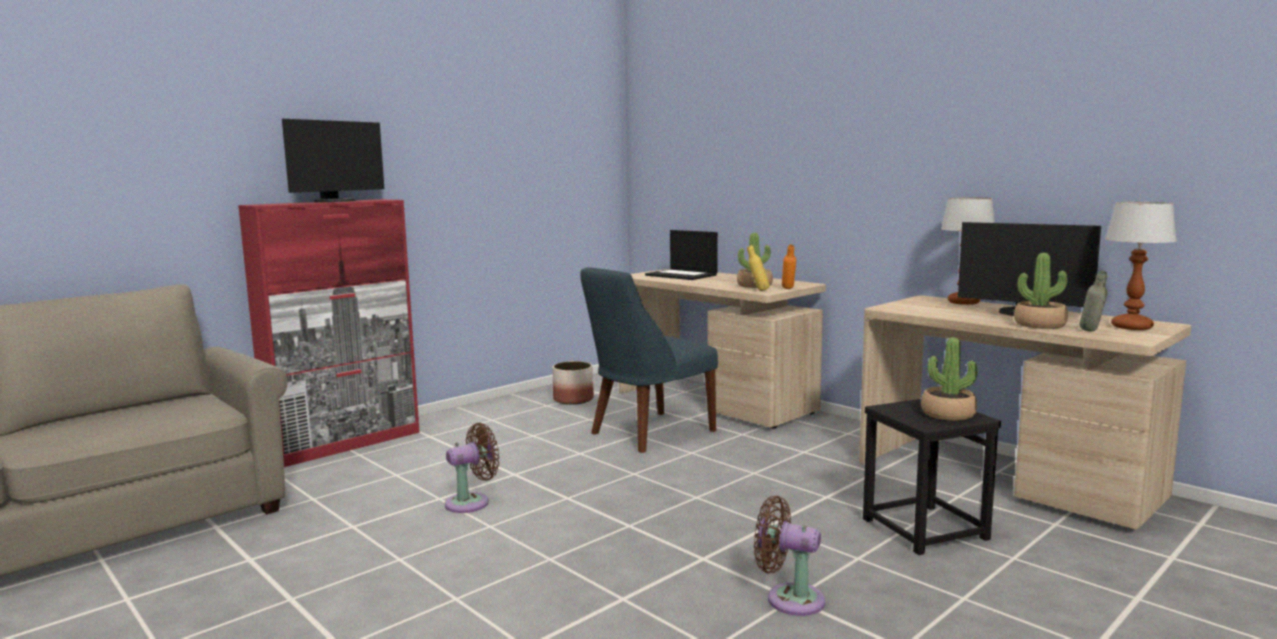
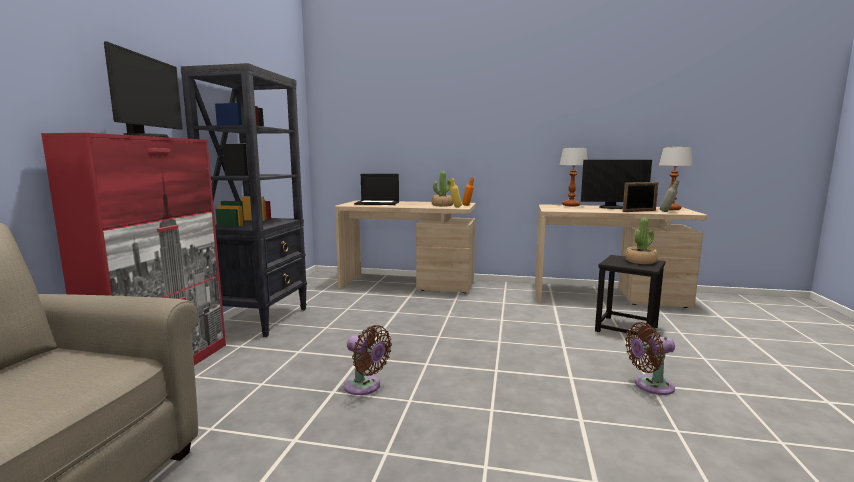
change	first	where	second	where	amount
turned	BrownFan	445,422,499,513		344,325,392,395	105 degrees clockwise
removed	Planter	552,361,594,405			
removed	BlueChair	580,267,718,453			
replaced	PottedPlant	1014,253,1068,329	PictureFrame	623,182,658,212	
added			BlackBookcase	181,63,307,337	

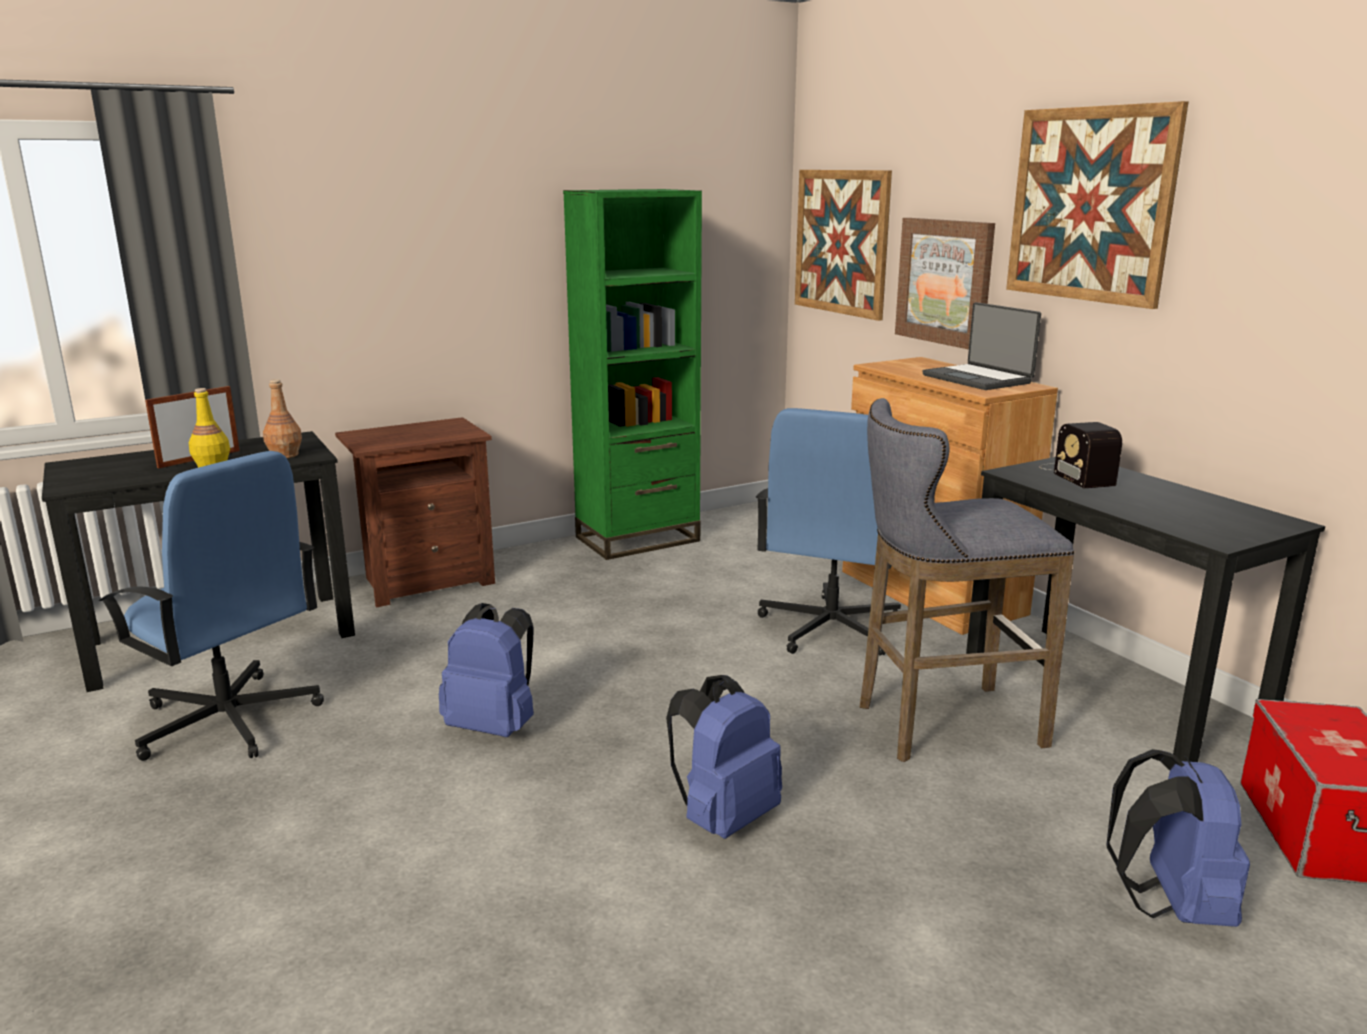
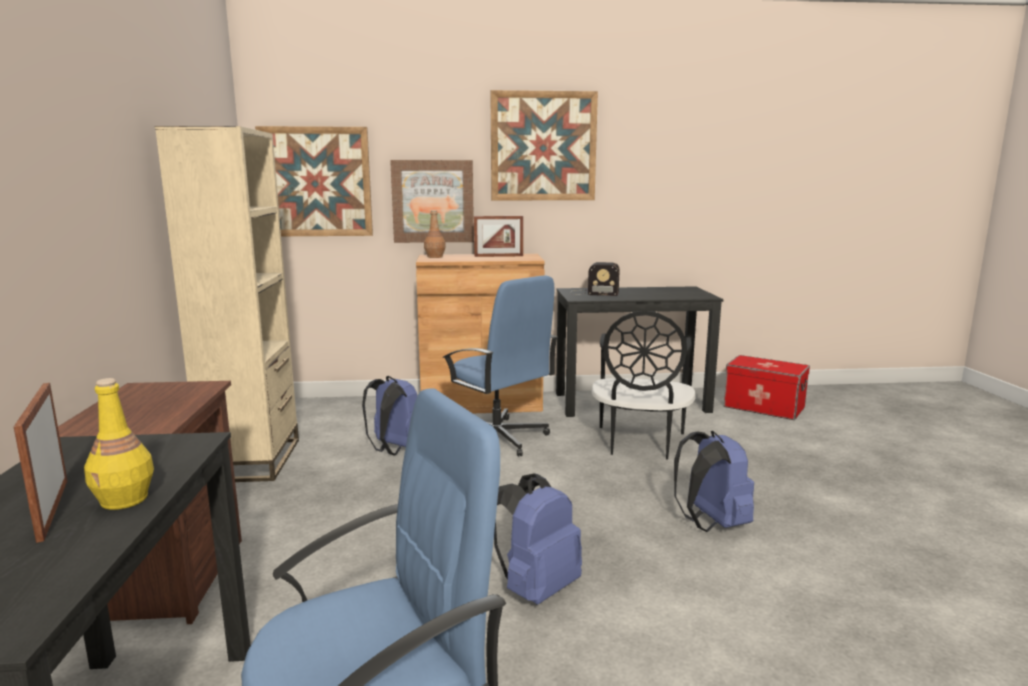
change	first	where	second	where	amount
moved	BrownBottle	263,379,302,458		424,210,446,258	
recoloured	GreenBookcase	563,189,702,560	BeigeBookcase	155,126,299,482	
replaced	GreyStool	860,398,1075,762	BlackChair	592,311,696,459	
replaced	Laptop	923,302,1041,390	PictureFrame	474,216,523,257	
moved	BlueBackpack	1106,749,1250,927		362,376,417,456	

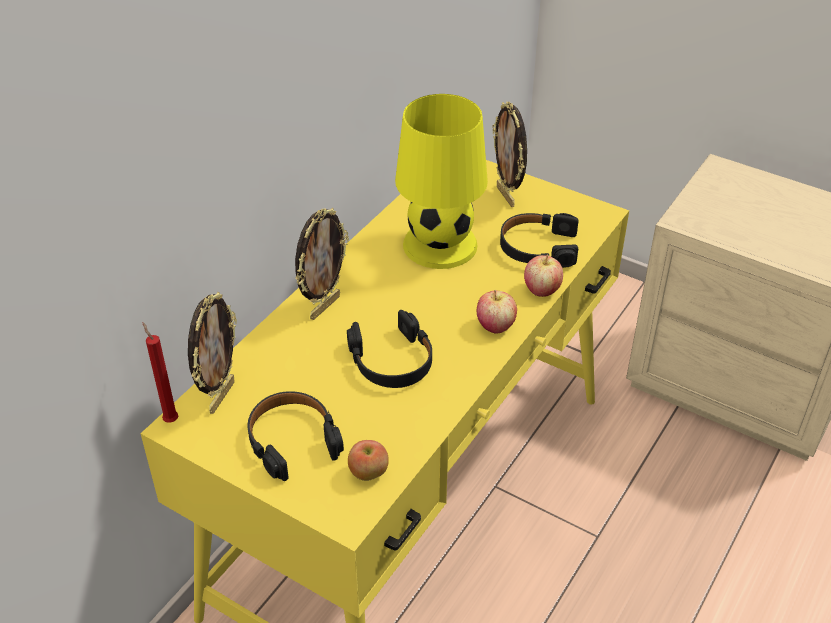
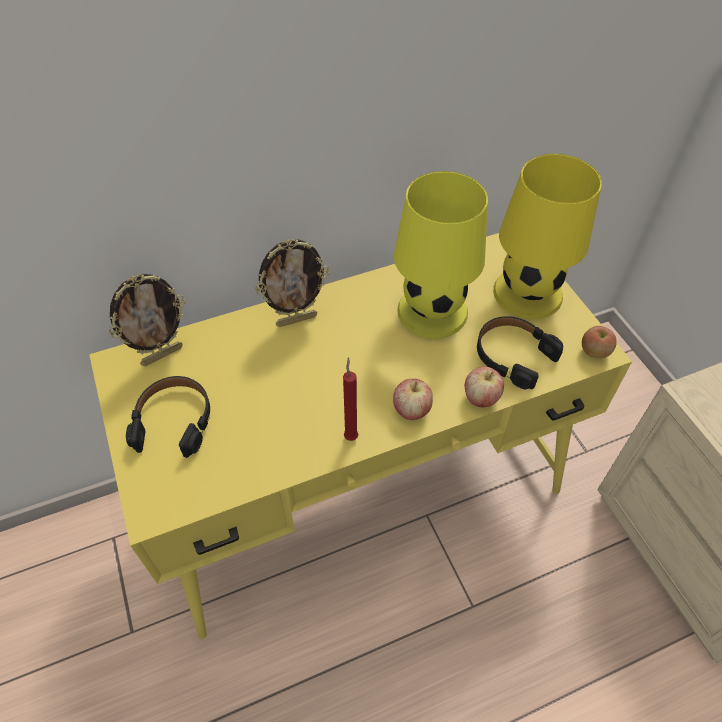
change	first	where	second	where	amount
moved	RedCandle	143,322,178,423		343,357,358,441	
removed	BlackHeadphones	347,310,432,388			
moved	Apple	348,440,389,481		582,326,617,358	
replaced	PictureFrame	493,102,527,207	YellowTableLamp	493,154,602,319	

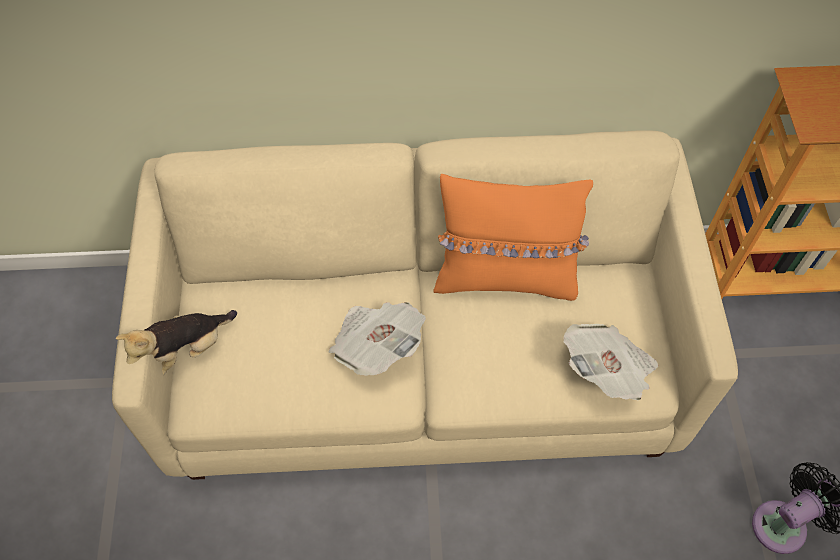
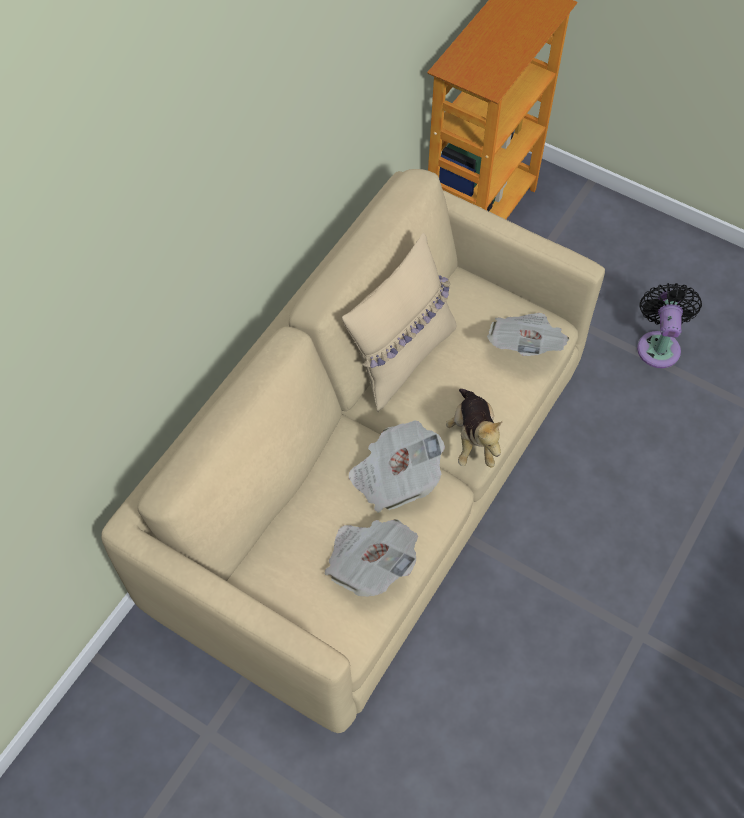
change	first	where	second	where	amount
moved	PlushToy	116,310,237,375		446,389,503,468	
recoloured	OrangePillow	434,174,593,301	BeigePillow	342,233,457,412	
added			Newspaper	324,519,418,597	

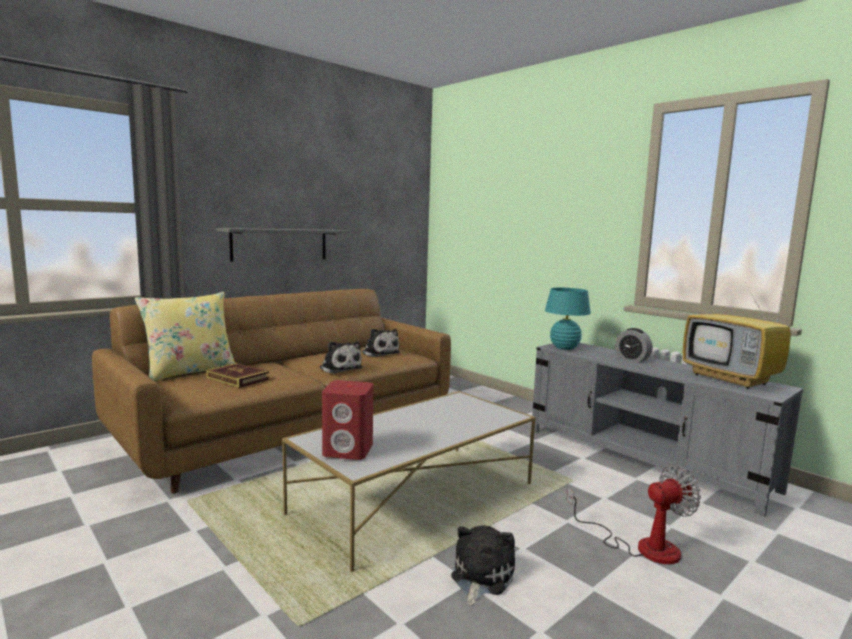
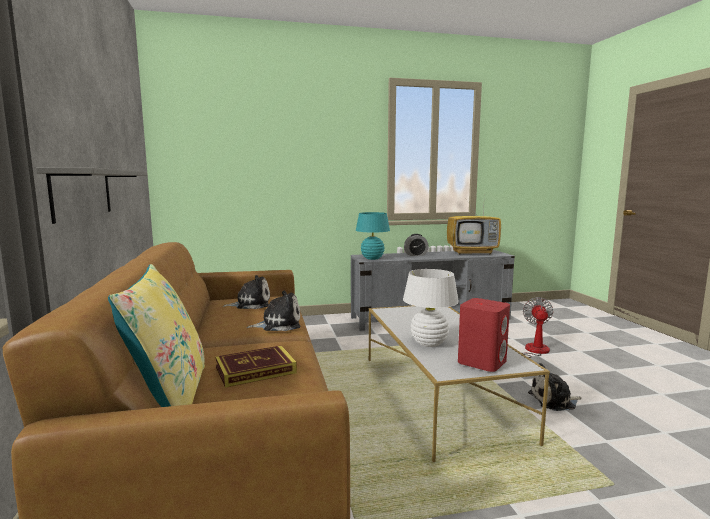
change	first	where	second	where	amount
turned	PlushToy	451,525,515,606		528,363,582,411	60 degrees counterclockwise
added			WhiteTableLamp	403,269,459,347	

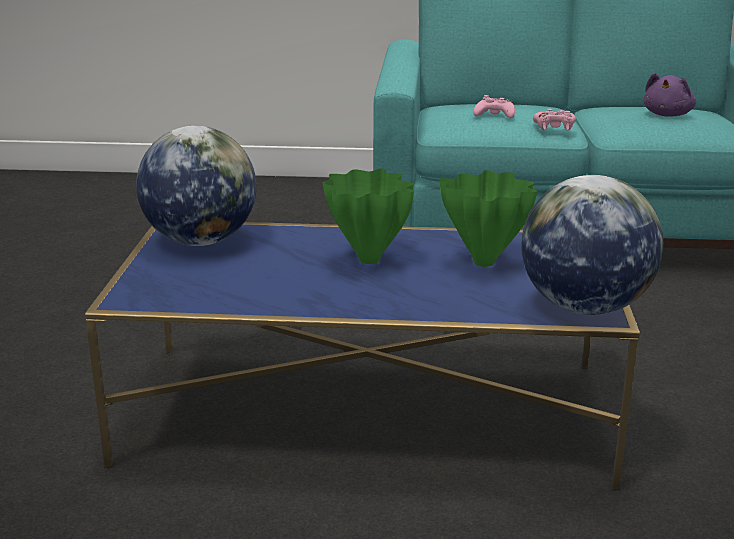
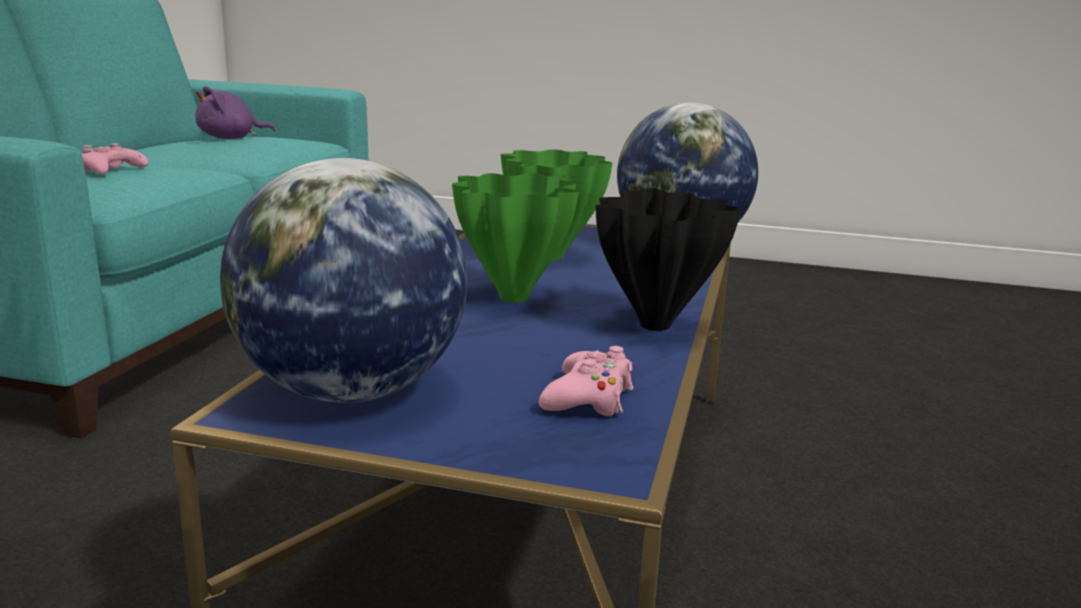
change	first	where	second	where	amount
moved	PinkGameController	533,109,576,131		539,346,633,416	
turned	PurplePlushToy	644,73,696,117		195,86,275,139	105 degrees clockwise
added			BlackVase	595,188,741,331	

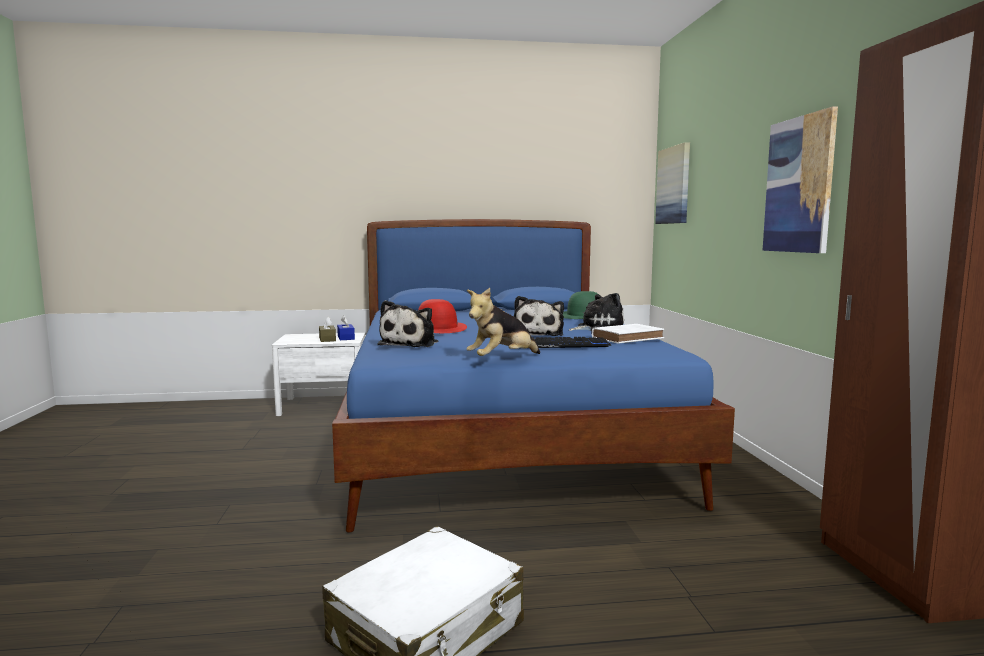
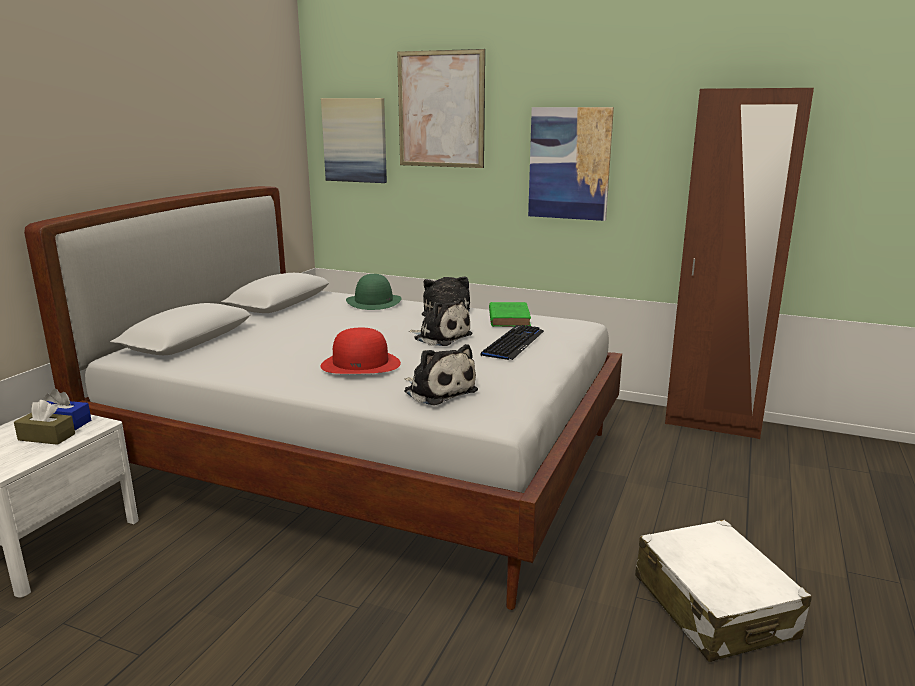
change	first	where	second	where	amount
recoloured	BlueBed	332,219,735,533	WhiteBed	24,186,622,610	
removed	PlushToy	467,288,540,356			
recoloured	WhiteBook	592,324,664,344	GreenBook	489,302,531,327	
added			Picture	397,49,485,168	

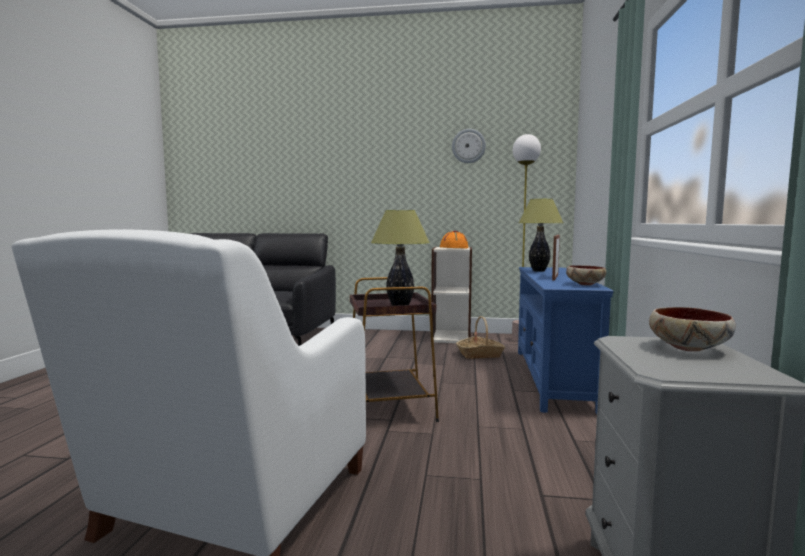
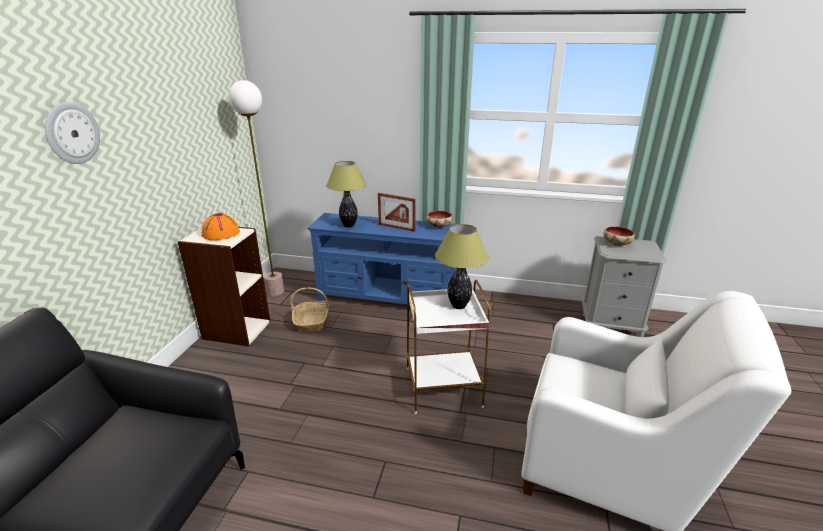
change	first	where	second	where	amount
recoloured	BrownSideTable	350,277,439,422	WhiteSideTable	407,280,490,414	
moved	WallClock	452,129,486,163		45,102,100,164	

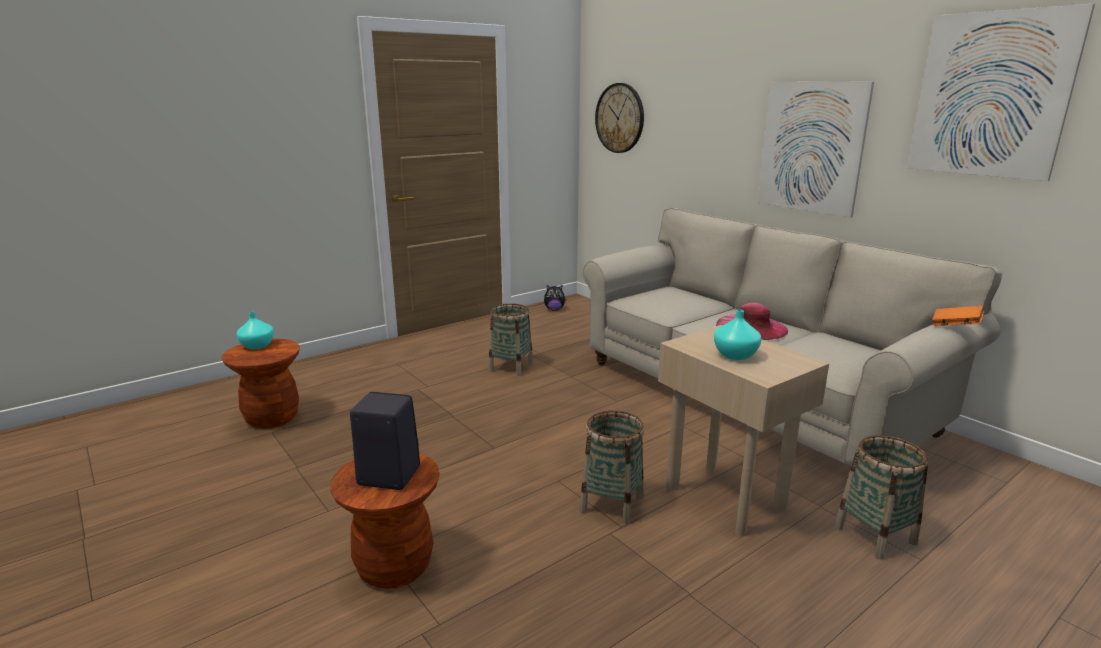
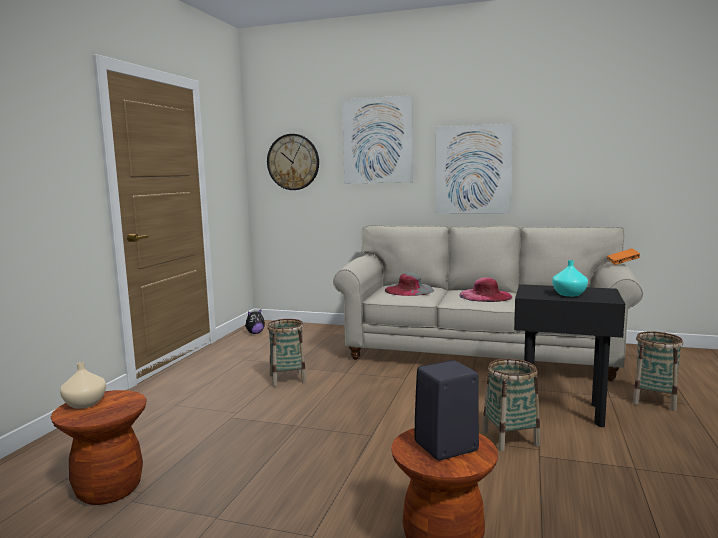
change	first	where	second	where	amount
recoloured	TurquoiseVase	237,312,274,349	BeigeVase	60,362,106,409	
recoloured	BeigeSideTable	658,325,829,536	BlackSideTable	514,284,625,427	
moved	Picture	908,4,1095,181		342,95,413,183	
added			GreyHat	385,272,434,296	

